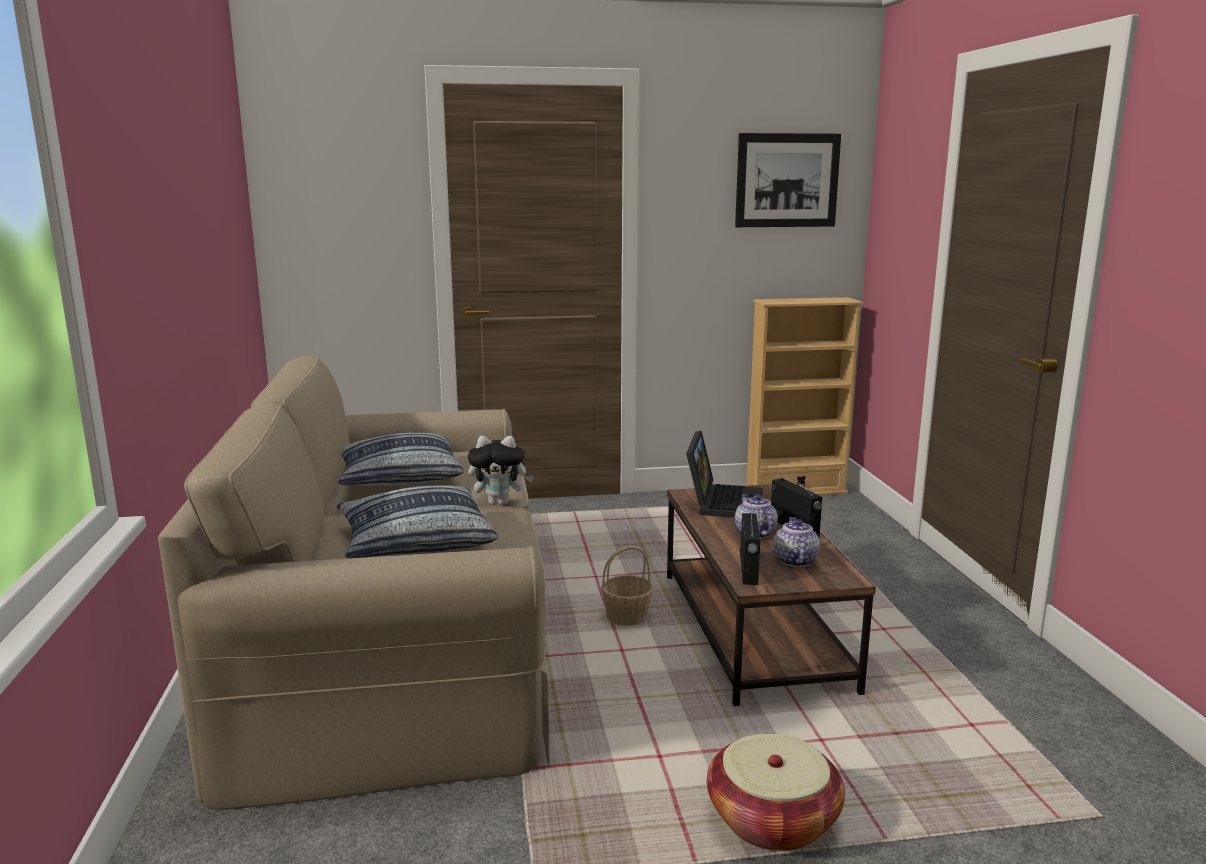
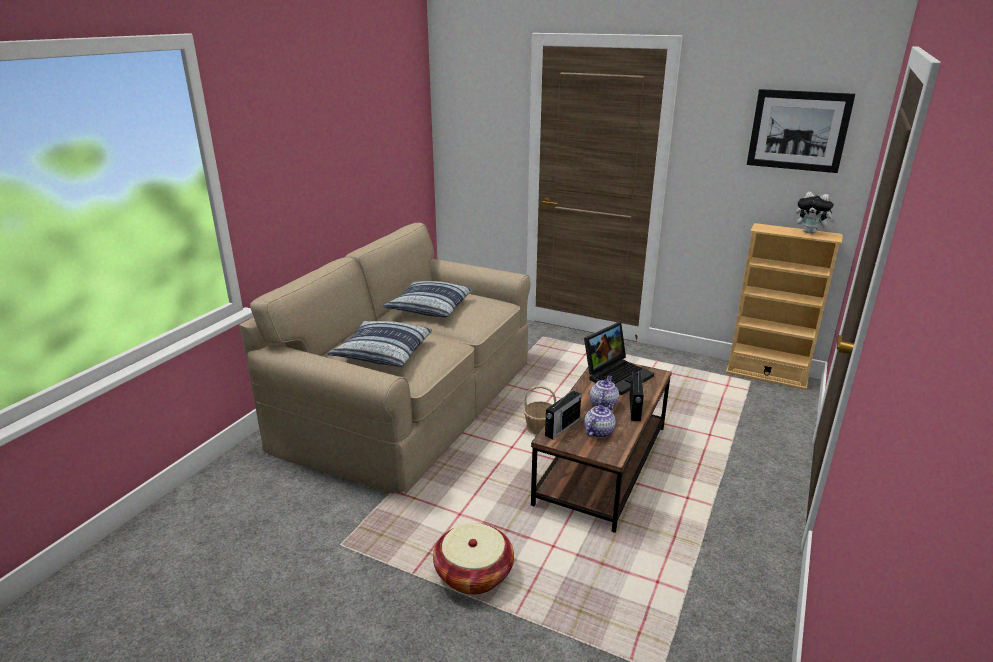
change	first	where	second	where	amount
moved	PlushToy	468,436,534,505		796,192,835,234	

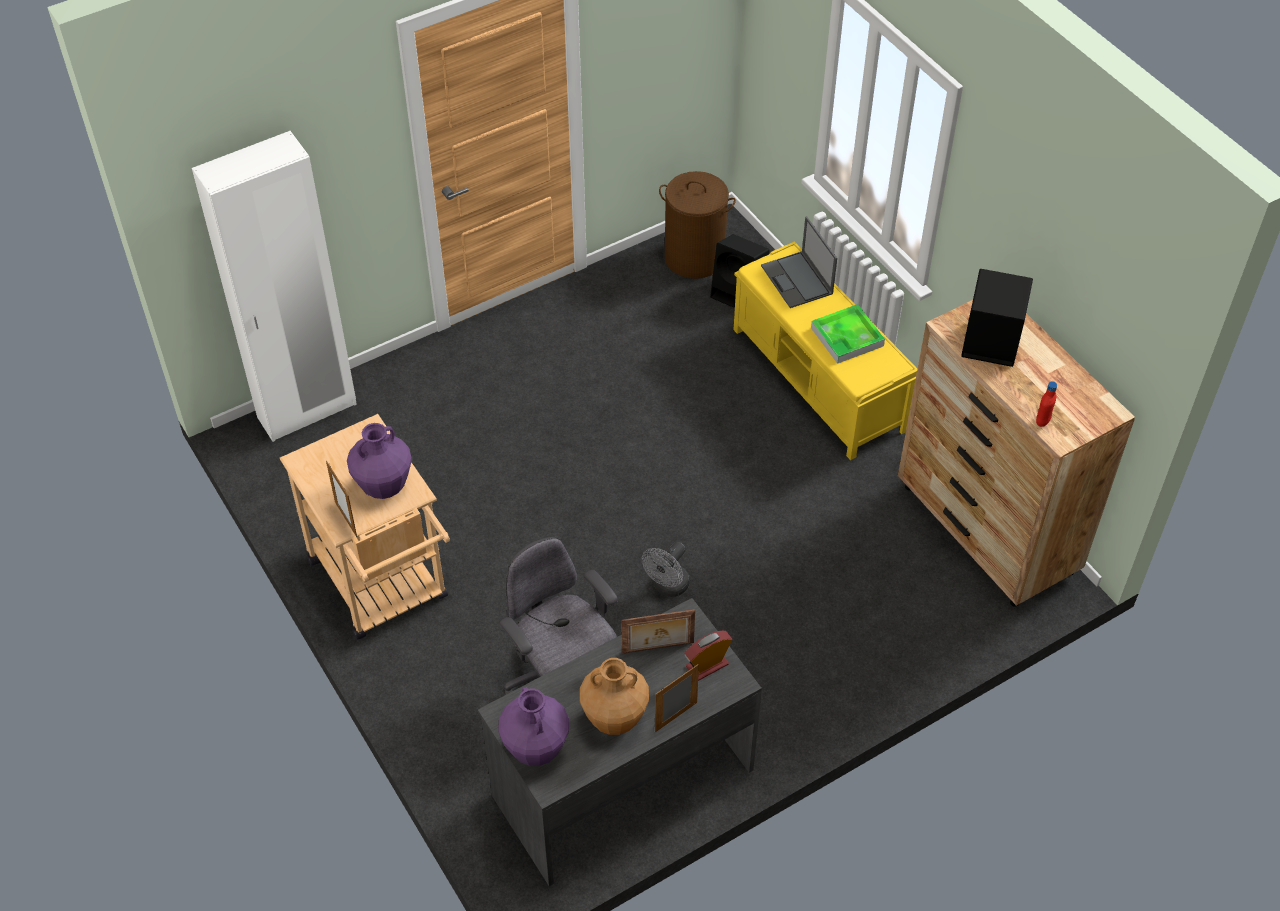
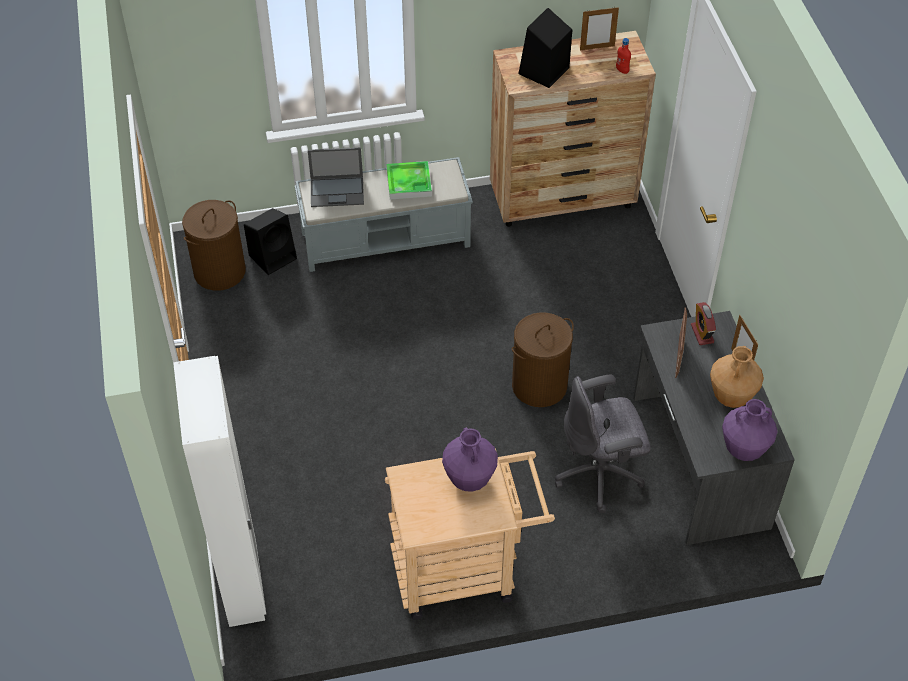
change	first	where	second	where	amount
moved	PictureFrame	326,460,357,537		580,6,619,50	
replaced	GreyFan	641,542,690,597	BrownLaundryBasket	512,312,574,407	
recoloured	YellowBench	734,242,917,460	GreyBench	295,157,473,272	

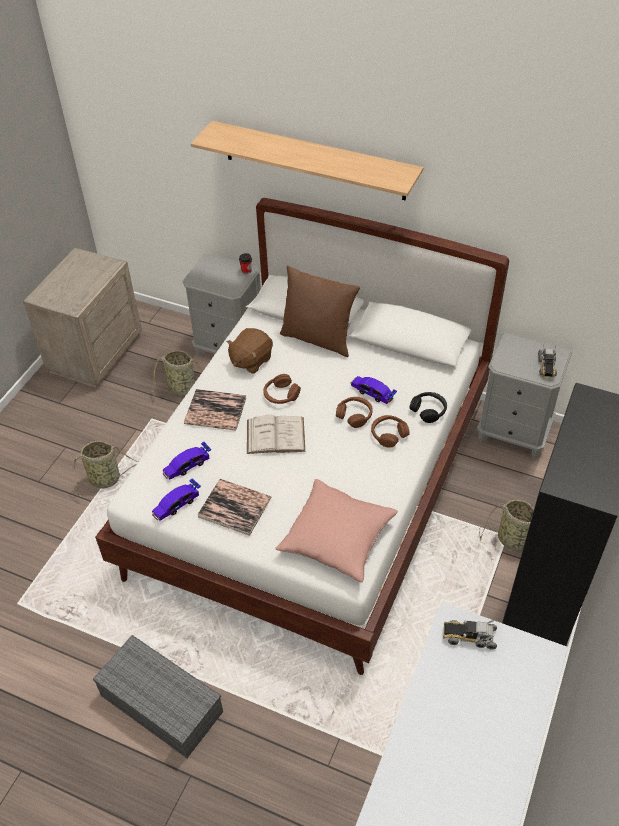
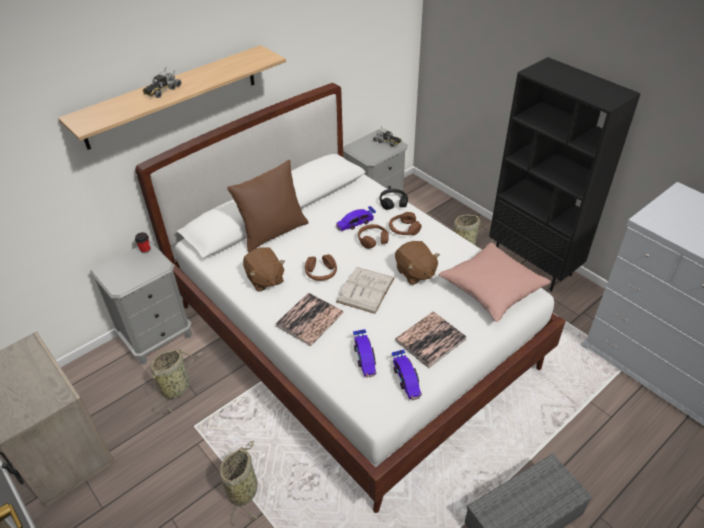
change	first	where	second	where	amount
moved	ToyTruck	443,620,497,650		142,68,182,98	
added			BrownPlushToy	395,241,440,285	

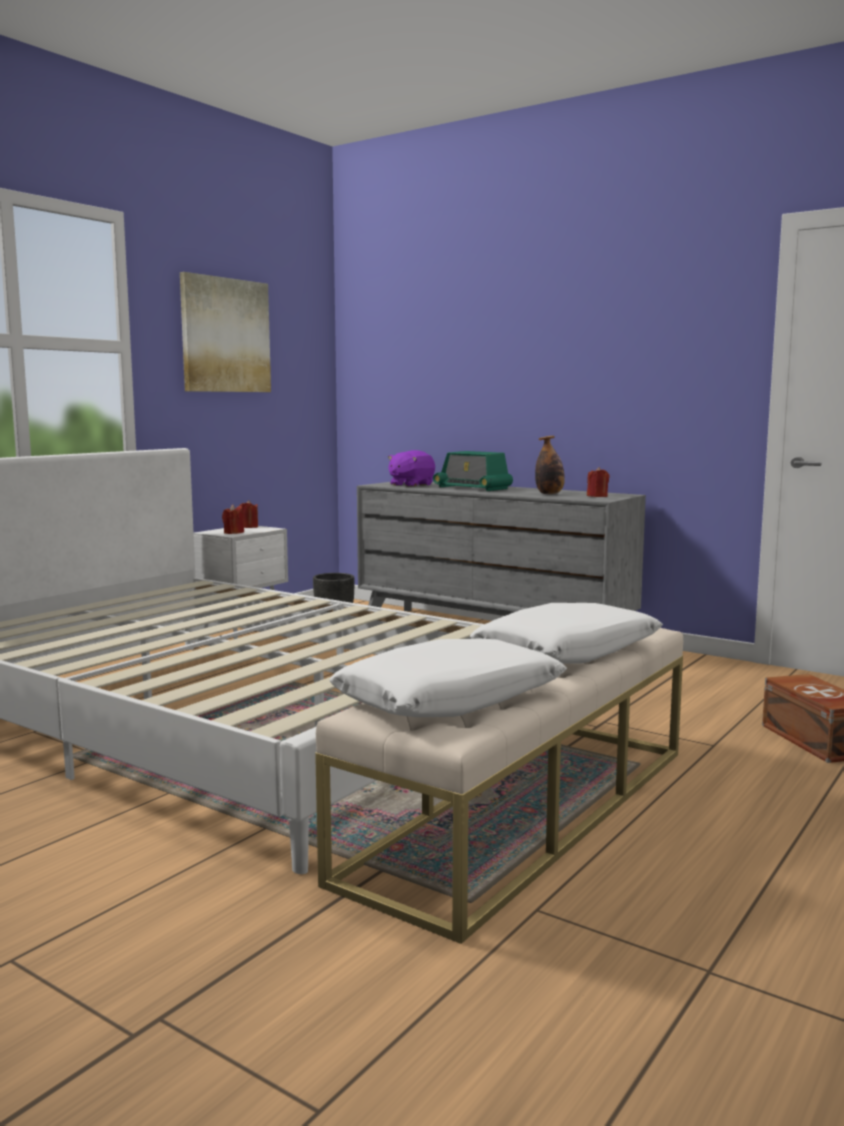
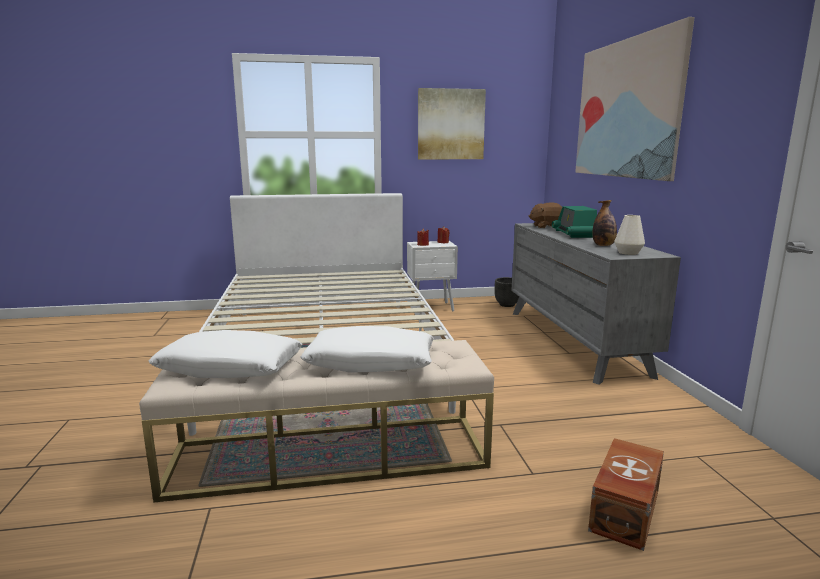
change	first	where	second	where	amount
recoloured	PurplePlushToy	388,450,435,487	BrownPlushToy	529,202,562,228	
replaced	RedCandle	587,467,609,497	WhiteVase	614,215,645,255	
added			Picture	575,17,695,181	

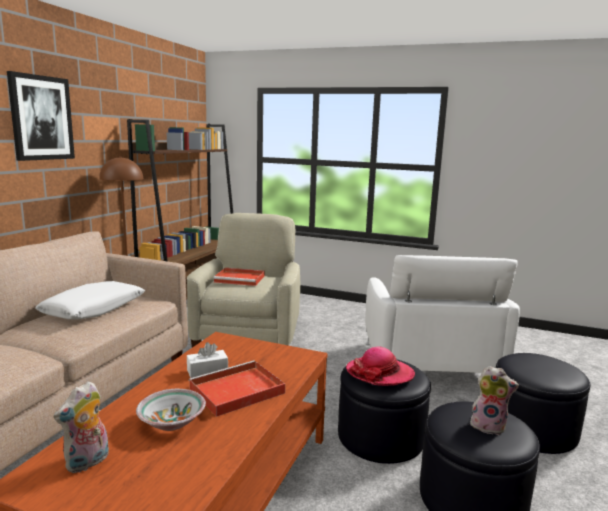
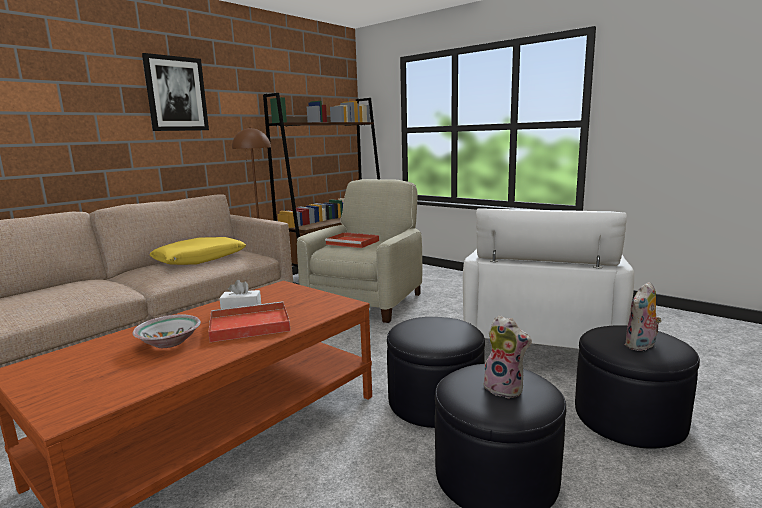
change	first	where	second	where	amount
recoloured	WhitePillow	35,281,145,319	YellowPillow	149,237,246,265	
moved	PlushToy	54,381,109,473		625,282,662,351	
removed	Hat	346,346,415,386			

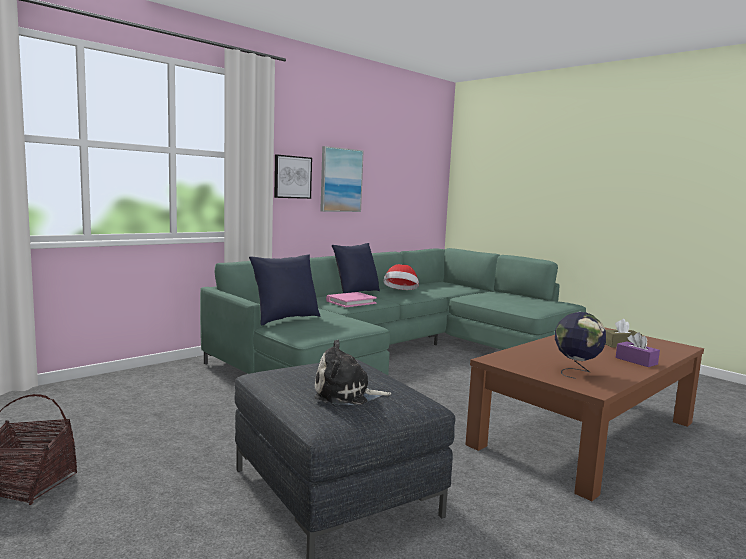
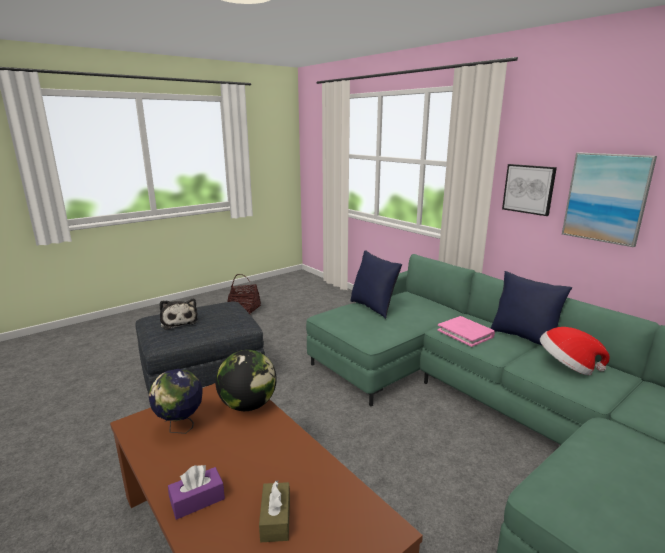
change	first	where	second	where	amount
turned	PlushToy	314,340,392,405		159,299,198,330	150 degrees clockwise
added			Globe	215,350,277,411	

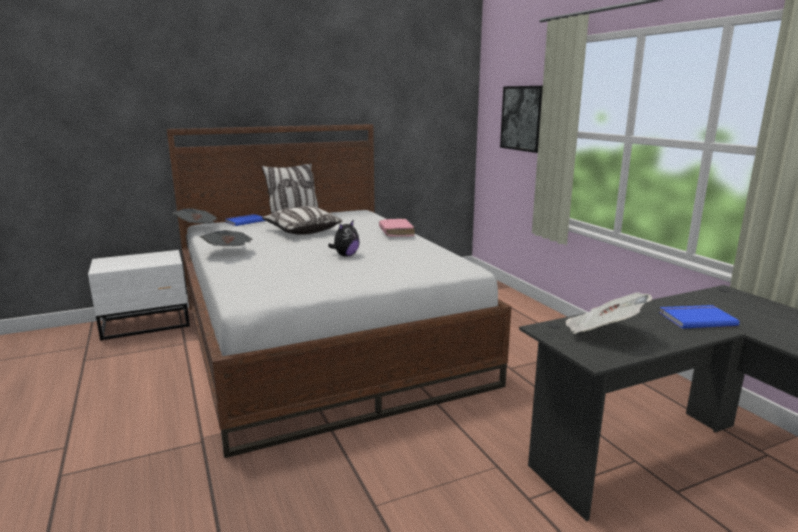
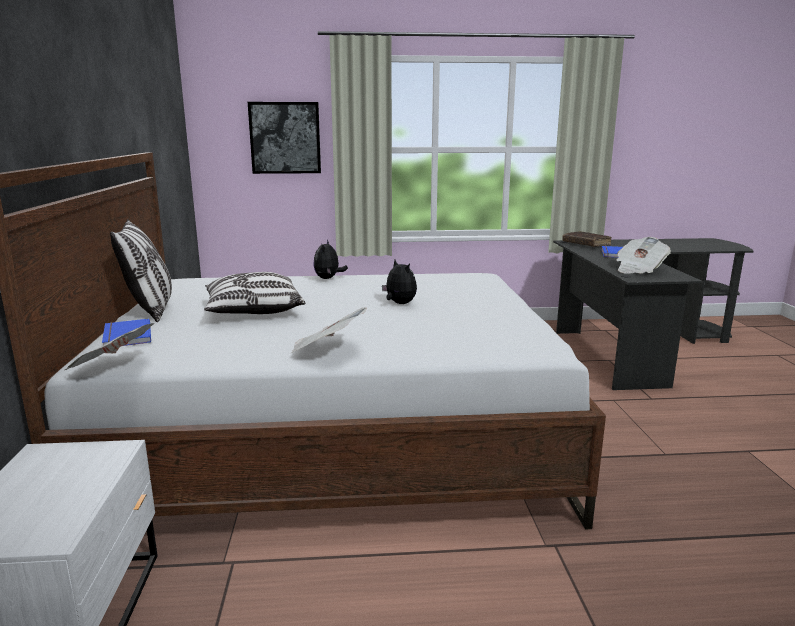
change	first	where	second	where	amount
replaced	PinkBook	379,218,415,237	PlushToy	313,239,348,279	
added			BrownBook	562,231,612,247	

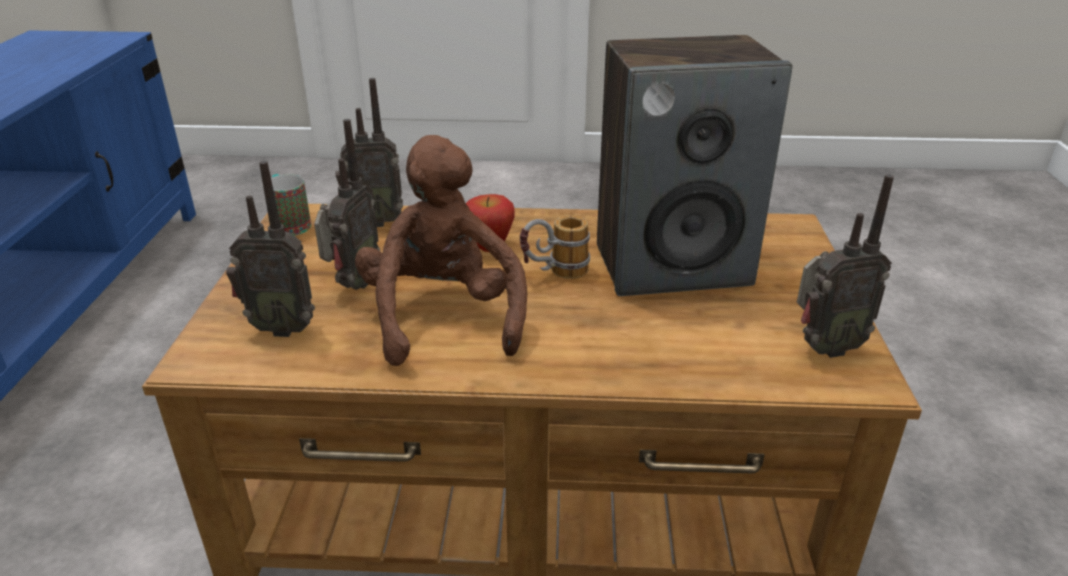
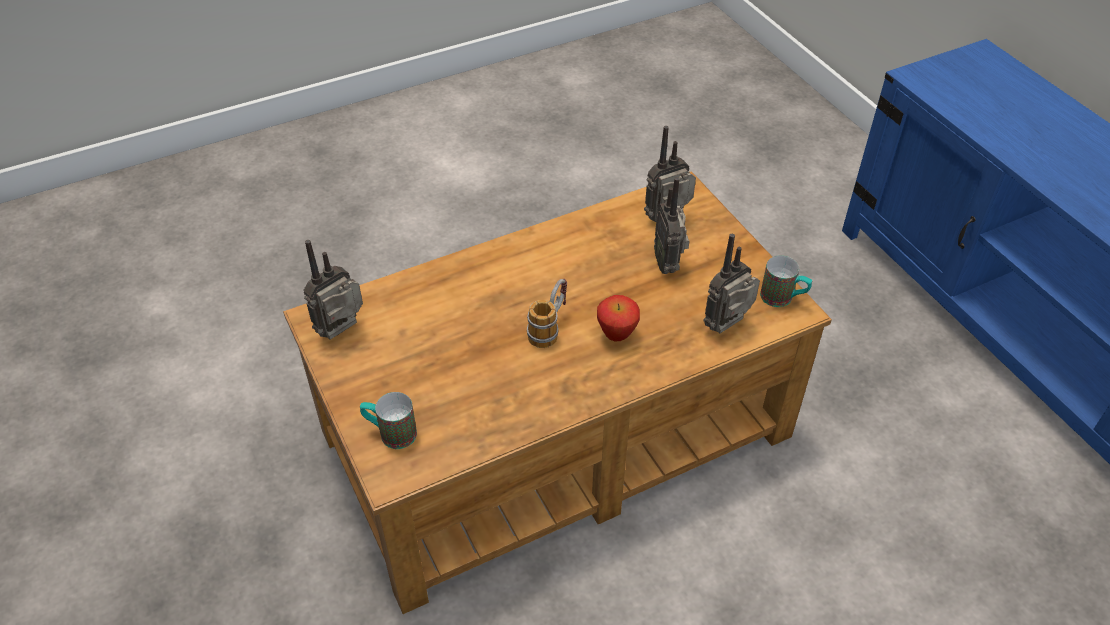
change	first	where	second	where	amount
removed	BrownPlushToy	355,135,527,366			
removed	Speaker	597,35,792,296			
added			Mug	360,392,417,449	

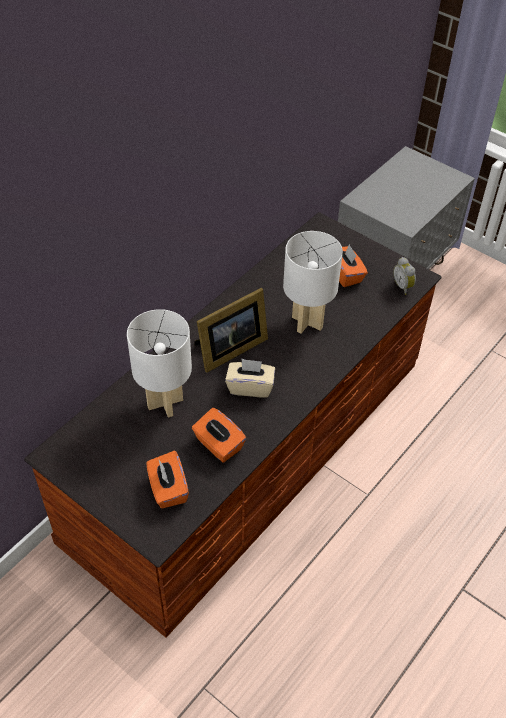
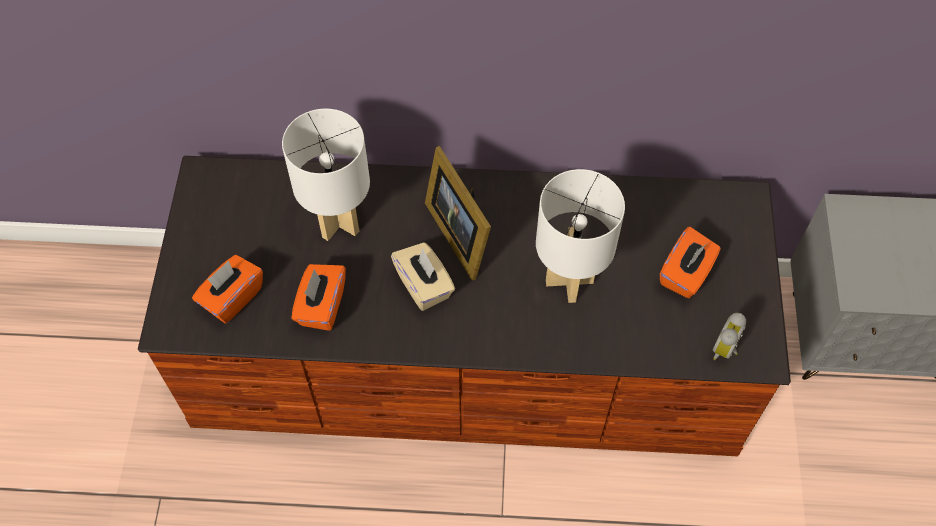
change	first	where	second	where	amount
turned	PictureFrame	194,288,268,373		425,146,491,281	45 degrees clockwise

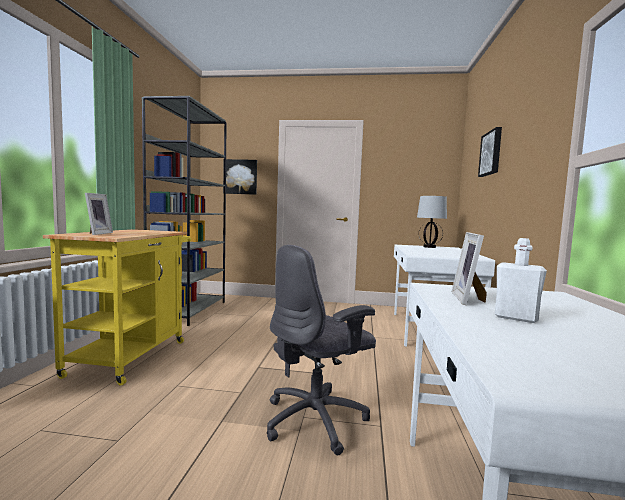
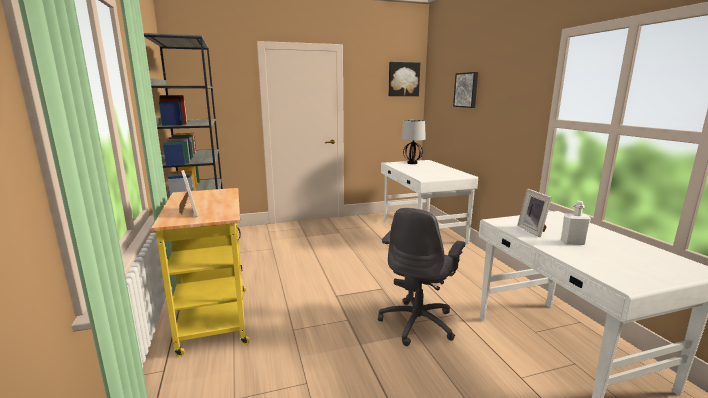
change	first	where	second	where	amount
moved	Picture	223,159,257,195		389,62,420,96	

